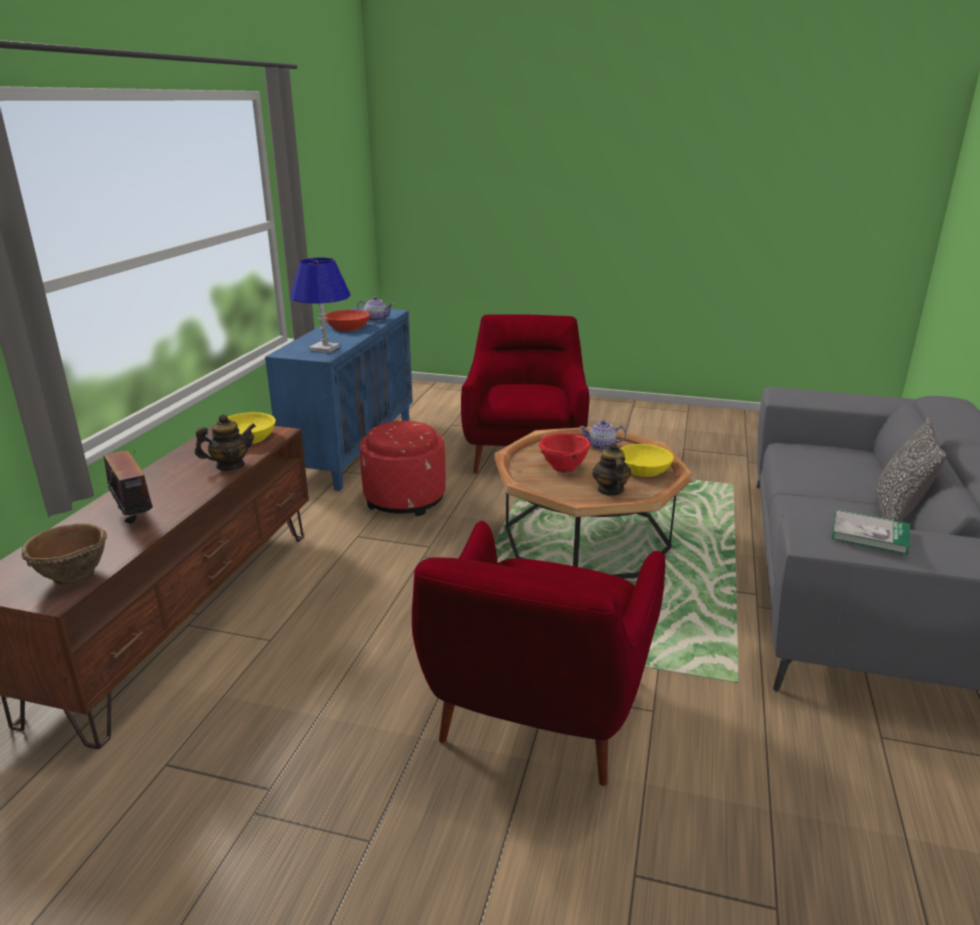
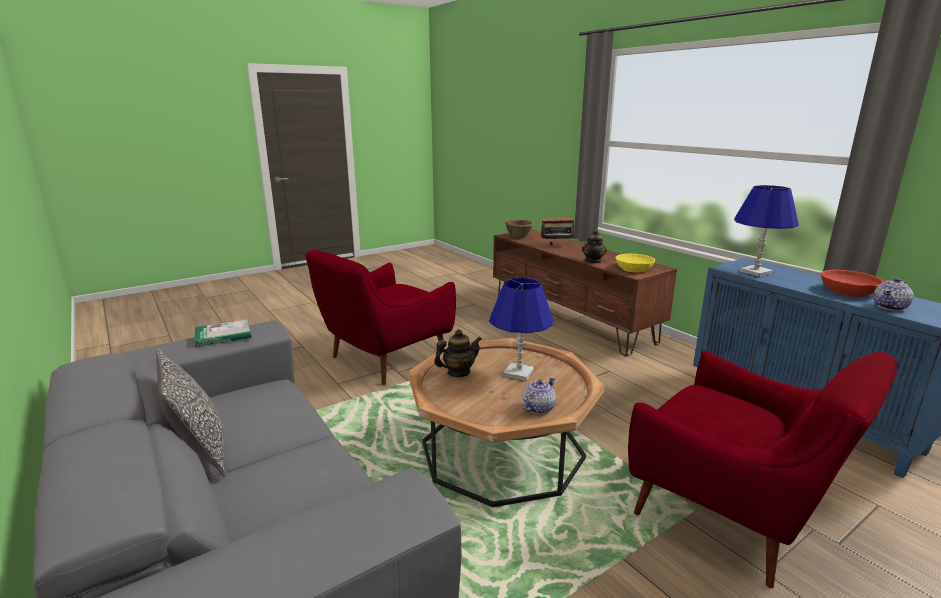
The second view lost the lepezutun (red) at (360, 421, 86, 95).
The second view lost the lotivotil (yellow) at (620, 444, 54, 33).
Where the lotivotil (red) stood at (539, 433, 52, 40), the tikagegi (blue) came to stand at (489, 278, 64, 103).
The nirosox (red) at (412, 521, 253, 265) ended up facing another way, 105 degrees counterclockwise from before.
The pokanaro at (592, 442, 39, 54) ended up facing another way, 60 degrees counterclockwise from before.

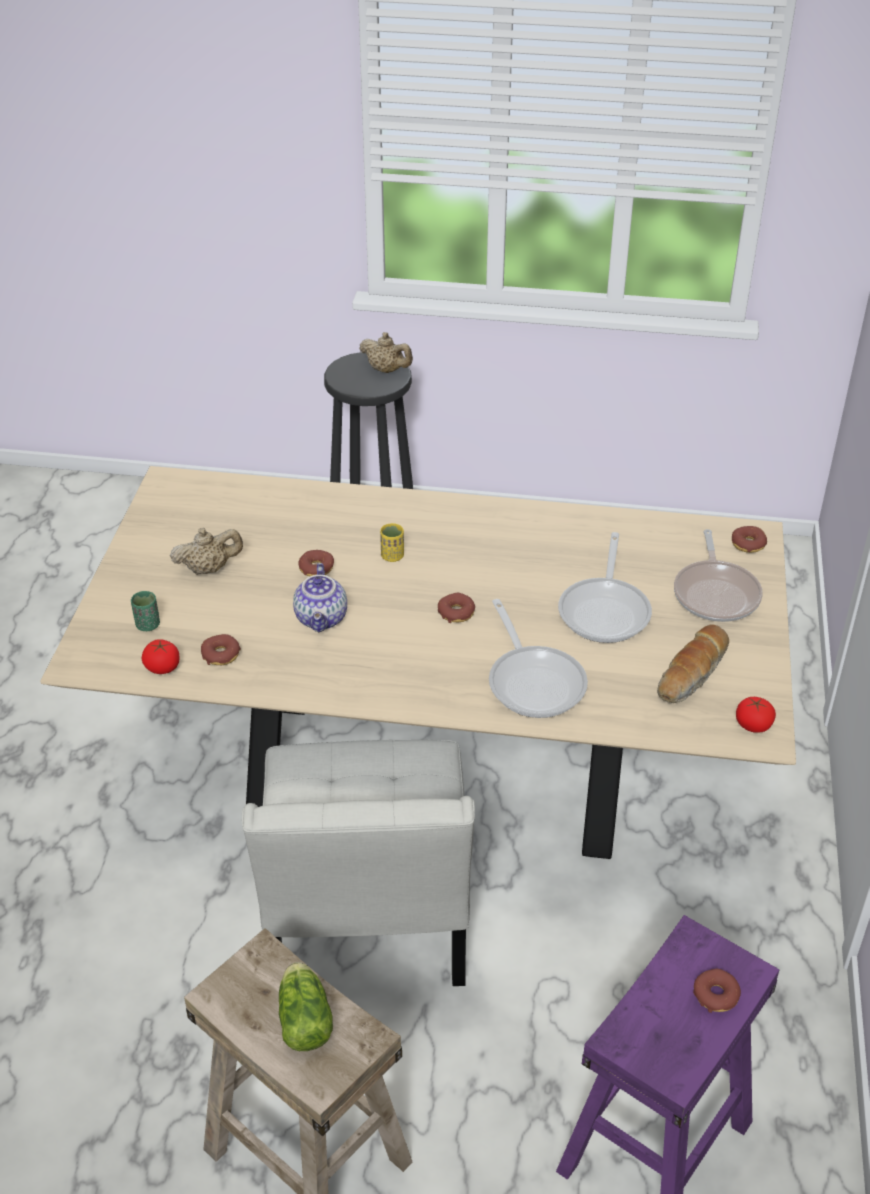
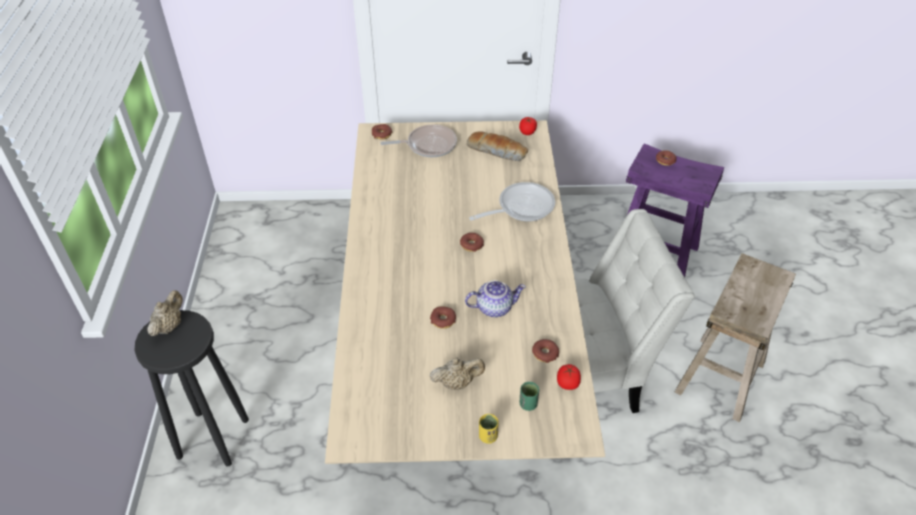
The second view lost the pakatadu at (279, 962, 54, 89).
The second view lost the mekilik at (558, 532, 94, 111).
The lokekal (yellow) ended up elsewhere, having gone from (380, 523, 24, 39) to (479, 414, 20, 30).
The pokanaro (beige) at (170, 528, 73, 47) ended up facing another way, 105 degrees clockwise from before.

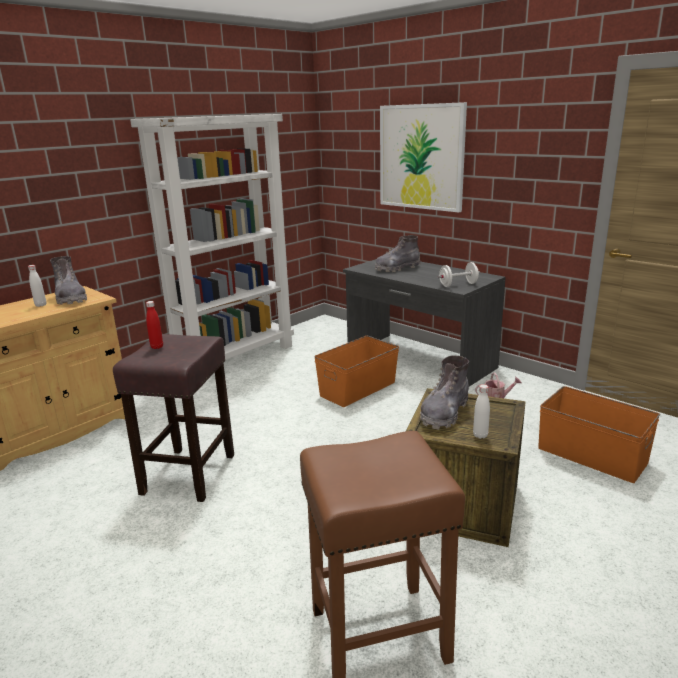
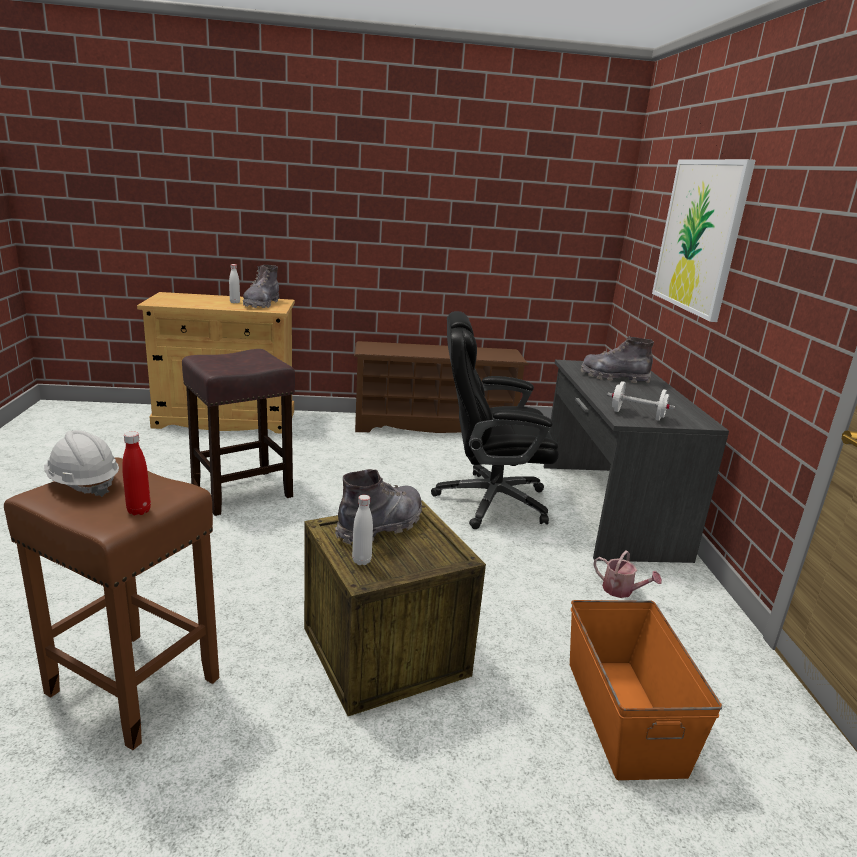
The second view gained the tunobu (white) at (44, 430, 75, 67).
The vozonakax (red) ended up elsewhere, having gone from (146, 301, 17, 48) to (122, 432, 29, 83).
Where the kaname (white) stood at (130, 114, 164, 246), the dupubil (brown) came to stand at (354, 341, 175, 92).
Where the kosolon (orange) stood at (314, 336, 85, 71), the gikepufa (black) came to stand at (431, 311, 128, 218).
The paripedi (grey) at (420, 355, 49, 74) ended up facing another way, 150 degrees clockwise from before.

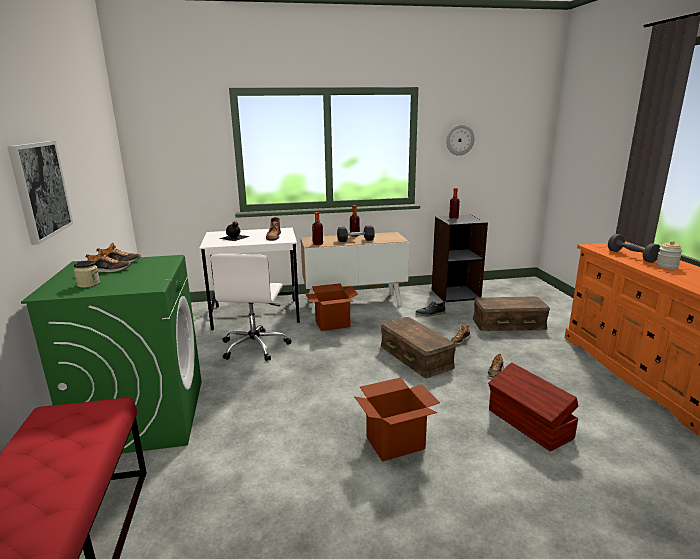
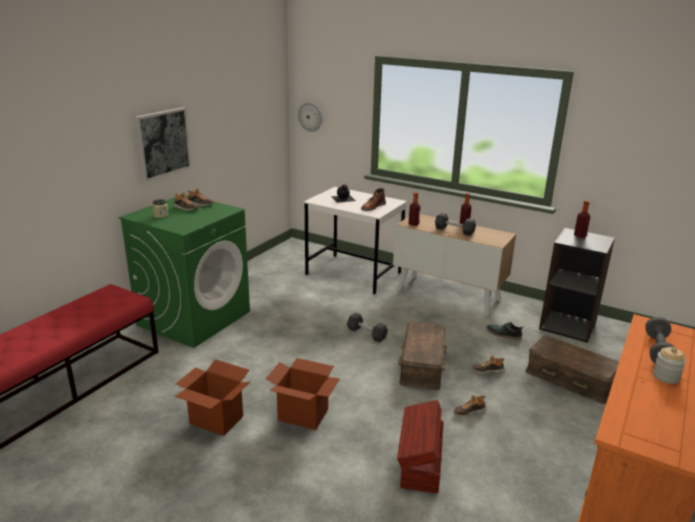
The second view lost the gikepufa (white) at (210, 254, 81, 107).
The second view gained the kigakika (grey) at (347, 312, 41, 31).
The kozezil ended up elsewhere, having gone from (306, 283, 52, 48) to (175, 359, 75, 77).
The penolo ended up elsewhere, having gone from (446, 125, 28, 31) to (298, 102, 25, 30).

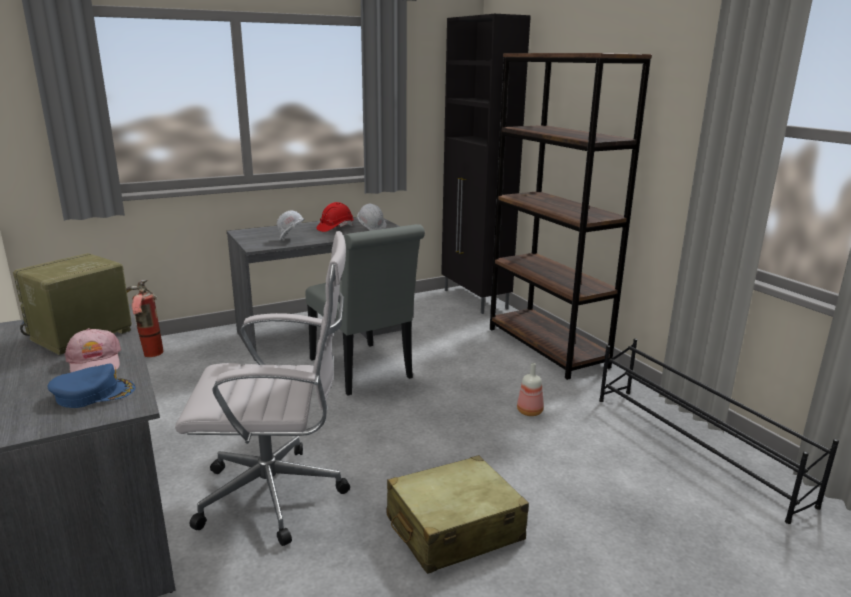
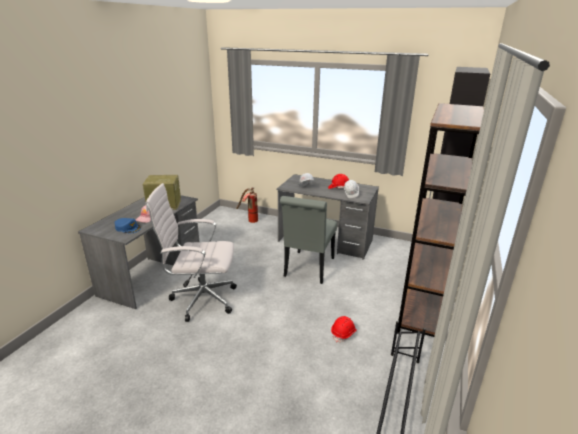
The second view lost the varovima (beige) at (387, 455, 142, 119).
Where the vozonakax stood at (517, 363, 27, 53), the tunobu (red) came to stand at (331, 316, 26, 26).
The gikepufa (white) at (175, 231, 175, 315) ended up facing another way, 135 degrees clockwise from before.

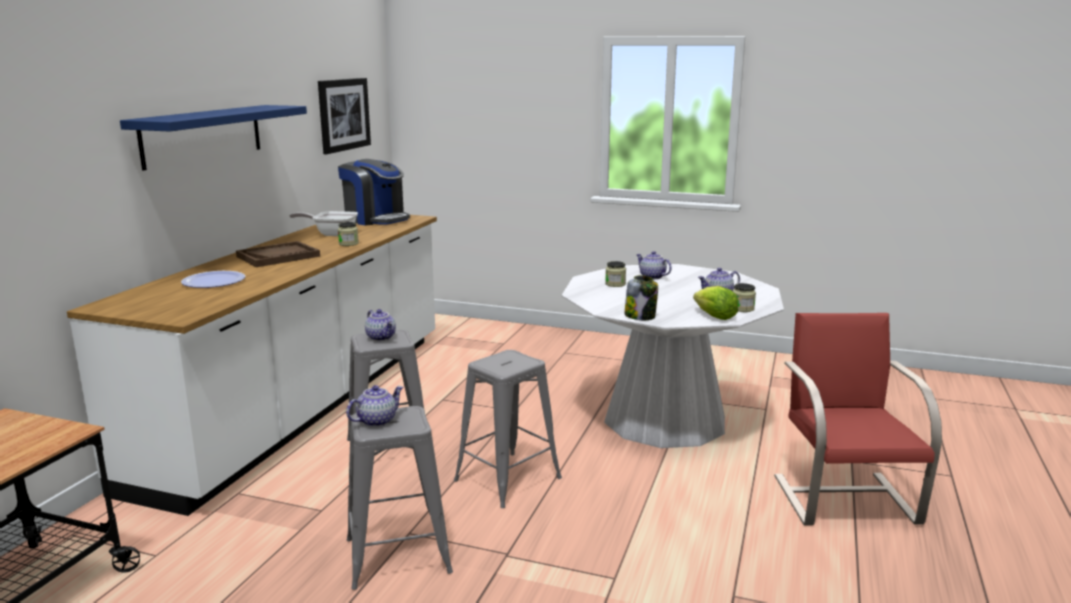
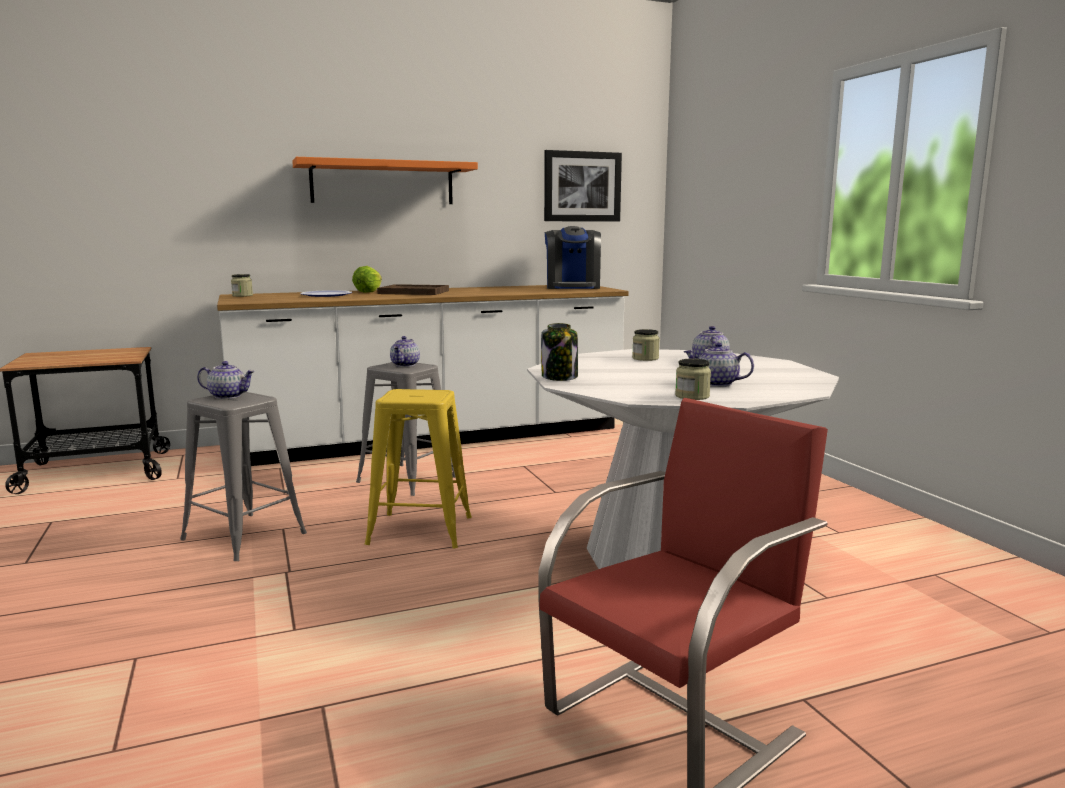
The second view lost the mekilik at (290, 211, 68, 25).
The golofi ended up elsewhere, having gone from (338, 222, 21, 24) to (231, 274, 22, 23).
The pakatadu ended up elsewhere, having gone from (693, 286, 45, 34) to (352, 266, 30, 27).
What was the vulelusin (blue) at (120, 105, 187, 65) turned into the vulelusin (orange) at (292, 157, 186, 47).
What was the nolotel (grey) at (454, 350, 108, 158) turned into the nolotel (yellow) at (365, 389, 107, 160).

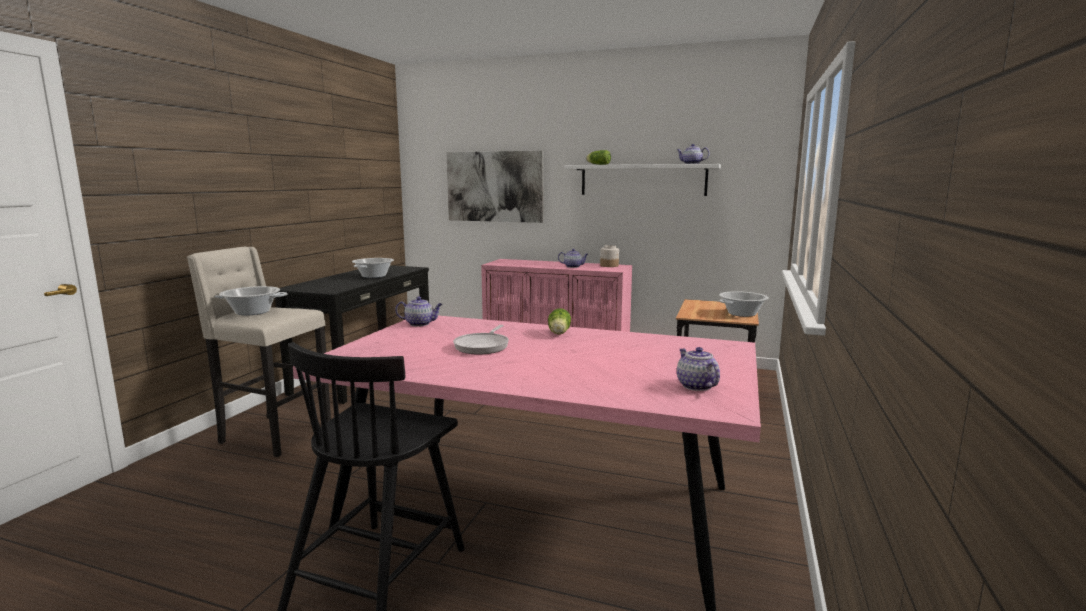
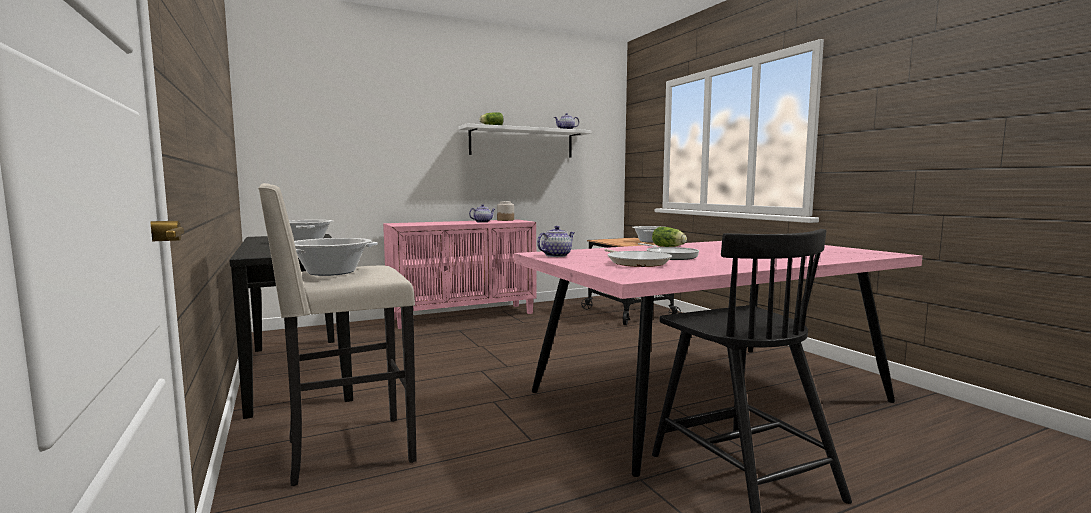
The second view lost the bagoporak at (446, 151, 97, 72).
The second view lost the pokanaro at (677, 347, 43, 44).
The second view gained the mekilik at (604, 249, 68, 18).

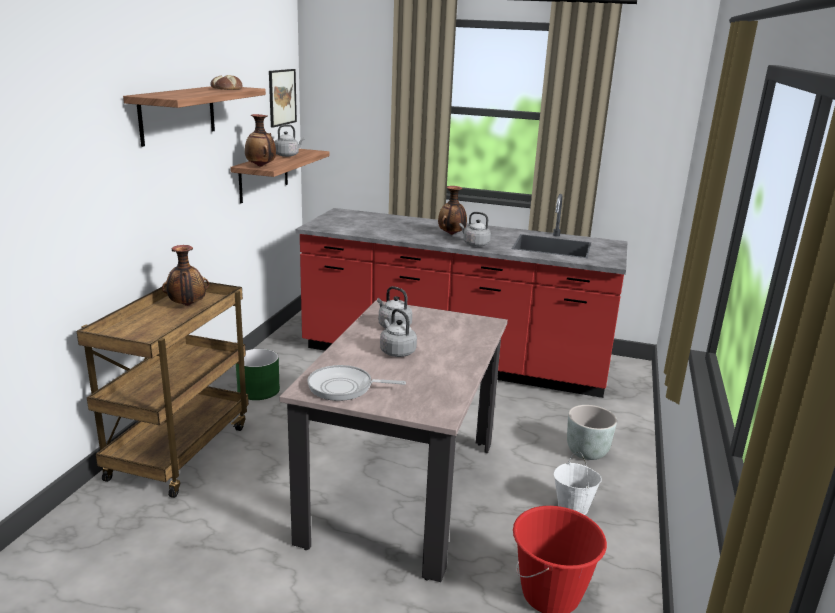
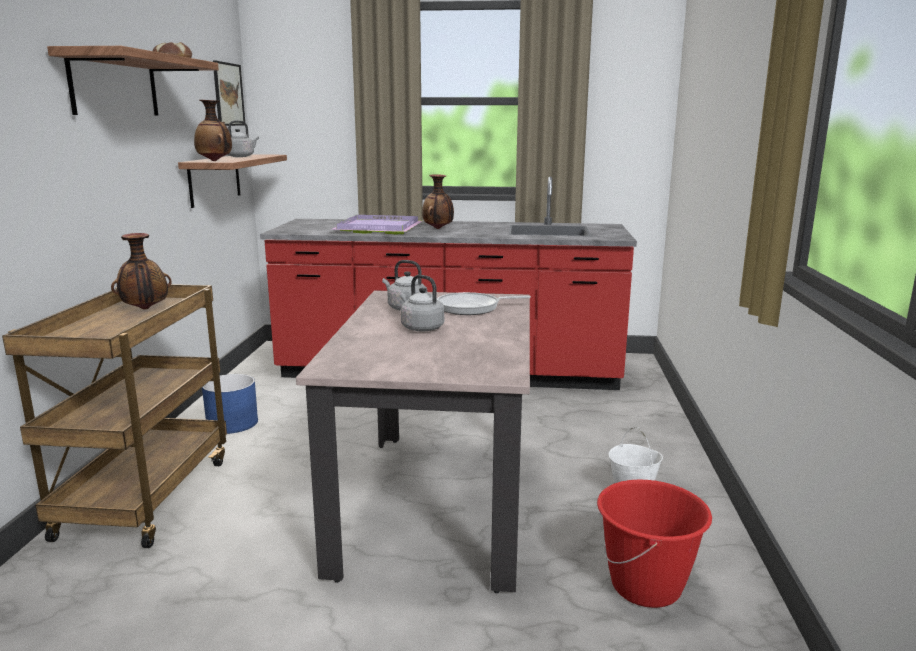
The second view lost the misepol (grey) at (459, 212, 32, 35).
The second view lost the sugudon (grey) at (567, 405, 50, 55).
The second view gained the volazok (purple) at (330, 215, 92, 19).
The mekilik ended up elsewhere, having gone from (307, 365, 99, 36) to (437, 292, 94, 23).
What was the sugudon (green) at (236, 349, 44, 51) turned into the sugudon (blue) at (202, 374, 56, 60).

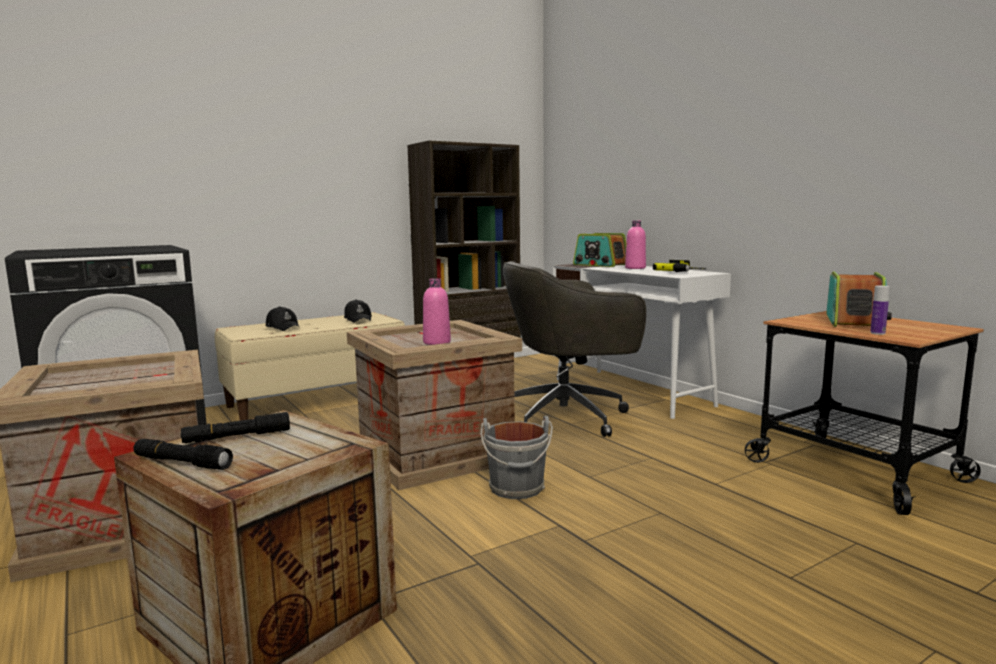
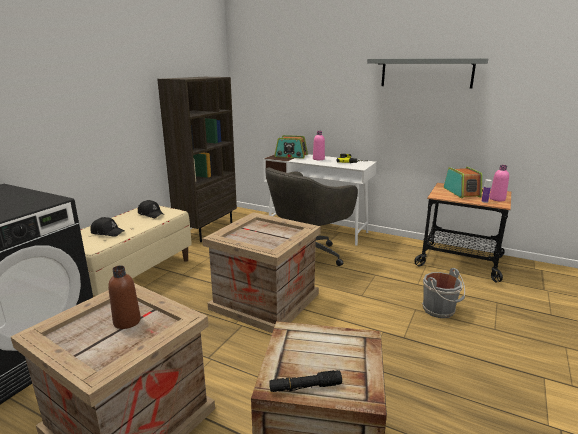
The second view lost the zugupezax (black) at (181, 412, 109, 31).
The second view gained the vozonakax (brown) at (108, 266, 33, 63).
The second view gained the vulelusin (grey) at (367, 58, 121, 31).
The vozonakax (pink) ended up elsewhere, having gone from (423, 278, 28, 67) to (489, 165, 20, 36).
The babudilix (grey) ended up elsewhere, having gone from (480, 416, 73, 83) to (422, 268, 43, 50).

